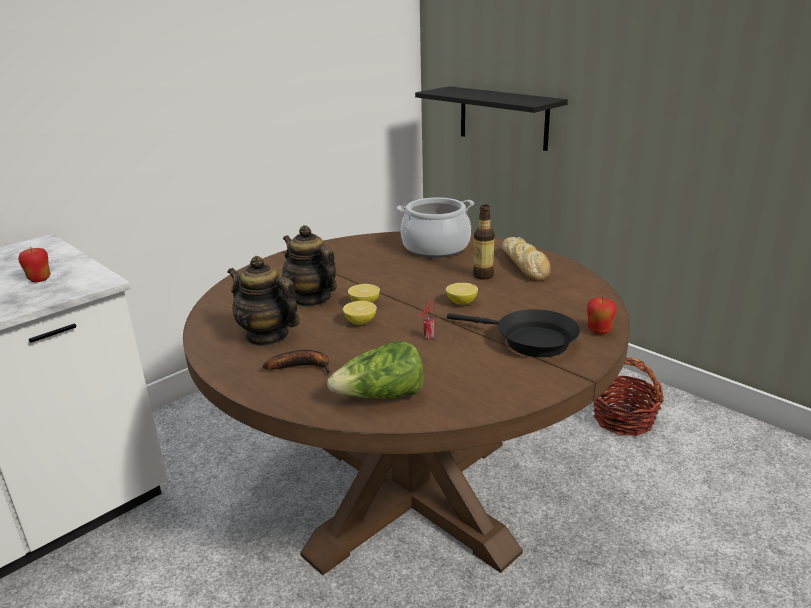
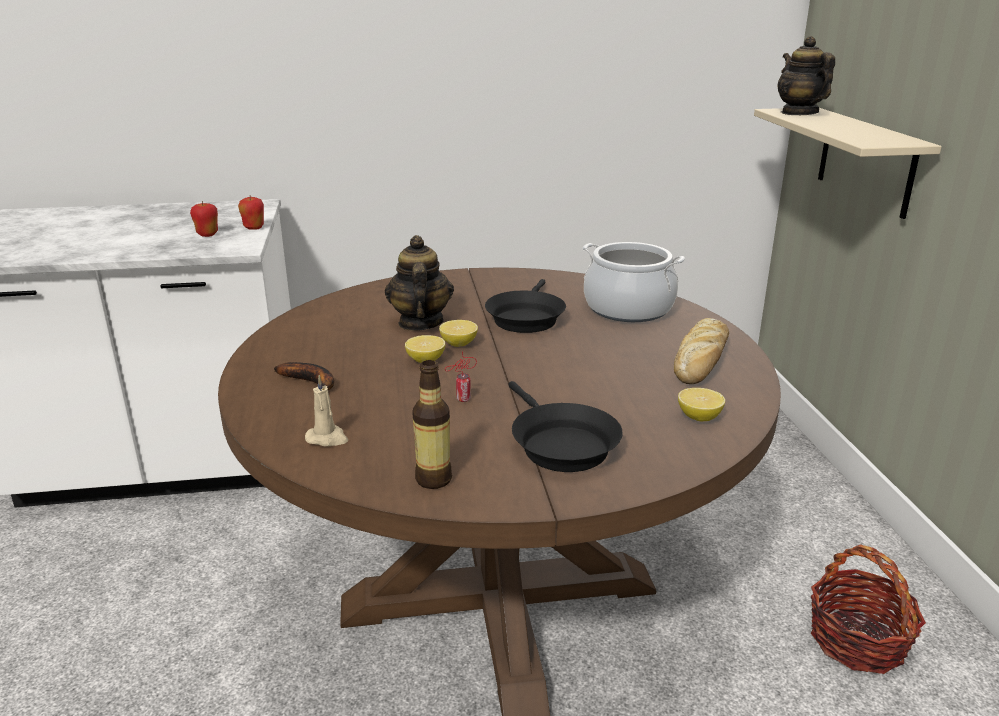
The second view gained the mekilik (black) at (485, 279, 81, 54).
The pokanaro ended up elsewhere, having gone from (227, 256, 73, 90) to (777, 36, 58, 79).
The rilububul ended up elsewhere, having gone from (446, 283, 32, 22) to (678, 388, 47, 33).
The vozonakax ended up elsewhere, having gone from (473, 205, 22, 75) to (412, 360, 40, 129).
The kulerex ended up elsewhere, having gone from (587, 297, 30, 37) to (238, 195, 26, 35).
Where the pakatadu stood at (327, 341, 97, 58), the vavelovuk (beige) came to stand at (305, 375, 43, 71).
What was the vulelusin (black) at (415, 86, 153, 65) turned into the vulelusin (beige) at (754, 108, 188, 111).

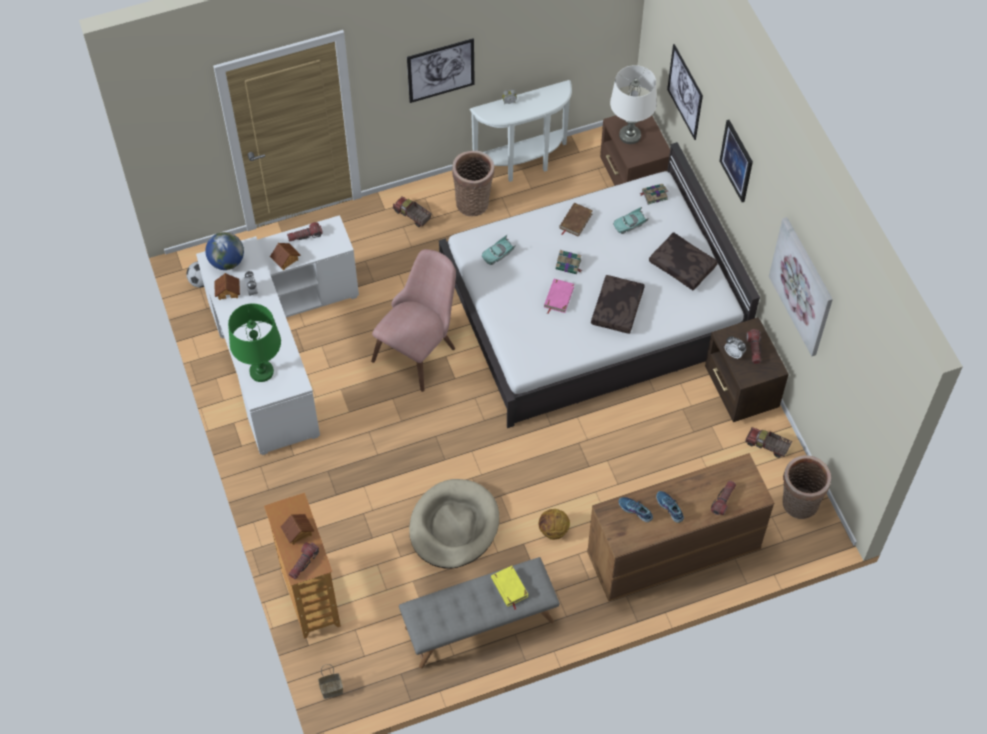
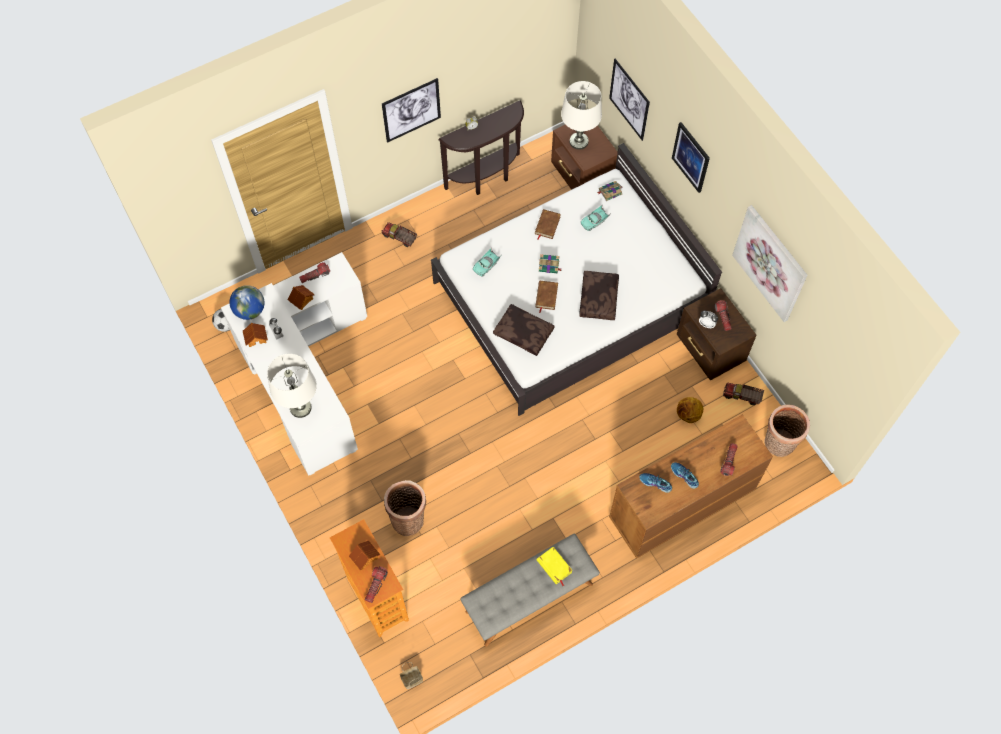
The second view lost the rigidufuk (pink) at (371, 249, 85, 143).
The second view lost the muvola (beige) at (409, 479, 90, 89).
The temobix ended up elsewhere, having gone from (452, 151, 42, 65) to (384, 480, 42, 56).
The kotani ended up elsewhere, having gone from (538, 509, 32, 31) to (677, 397, 26, 26).
The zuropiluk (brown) ended up elsewhere, having gone from (649, 232, 69, 59) to (493, 304, 62, 52).
What was the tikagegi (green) at (228, 304, 53, 78) turned into the tikagegi (white) at (267, 354, 50, 64).
What was the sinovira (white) at (470, 80, 102, 102) turned into the sinovira (brown) at (438, 100, 86, 95).
What was the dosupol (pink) at (544, 279, 30, 35) turned into the dosupol (brown) at (535, 281, 23, 32).

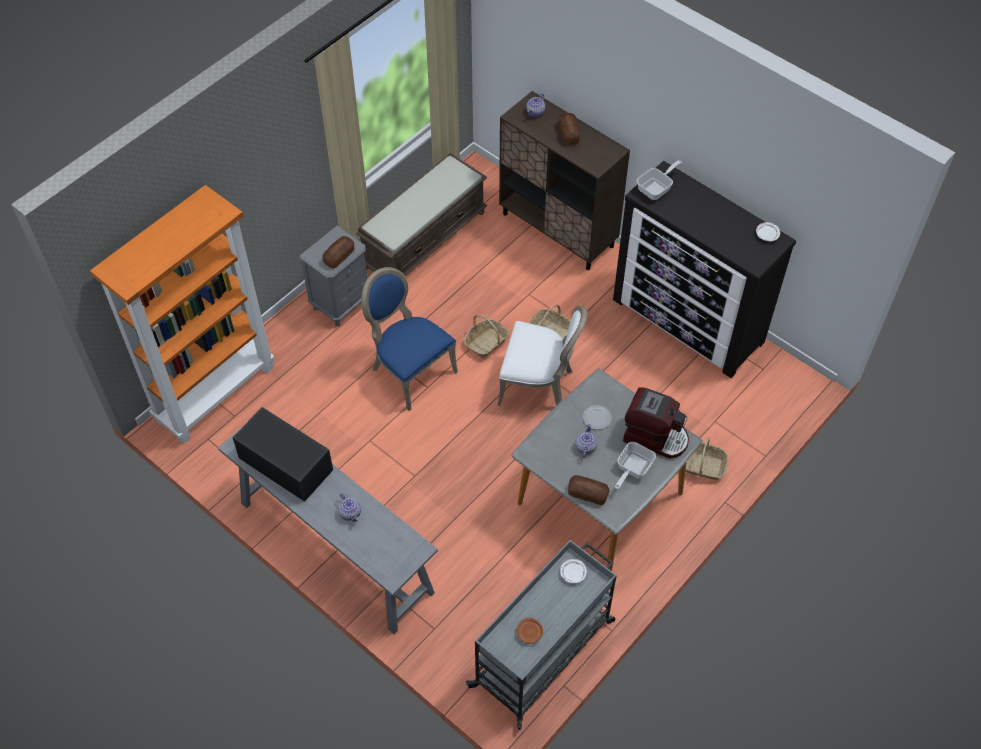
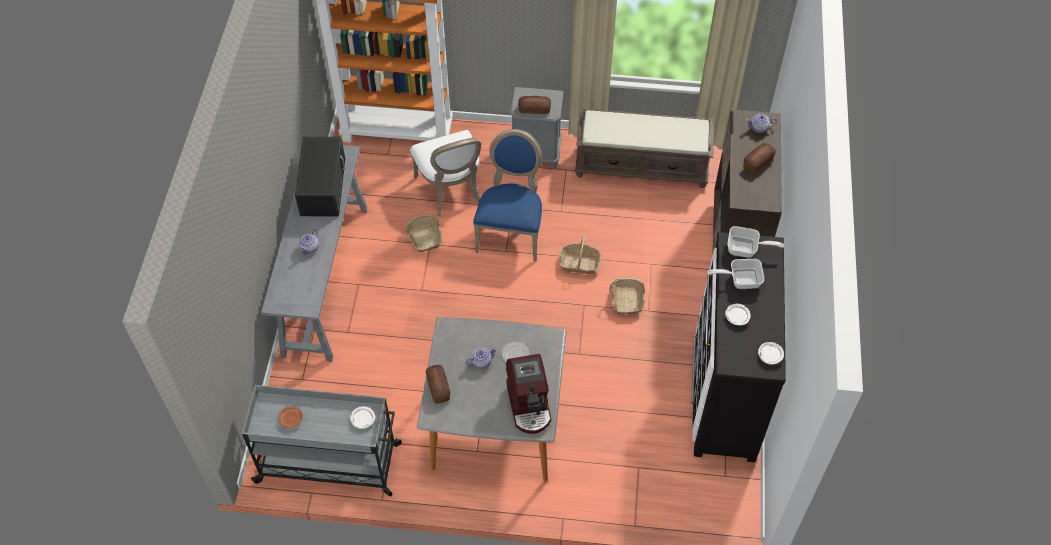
The second view gained the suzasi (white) at (725, 304, 26, 22).
The rigidufuk (white) ended up elsewhere, having gone from (498, 306, 90, 100) to (410, 130, 71, 86).
The mekilik ended up elsewhere, having gone from (615, 442, 41, 47) to (707, 259, 58, 30).
The temobix ended up elsewhere, having gone from (685, 437, 43, 43) to (406, 215, 36, 37).

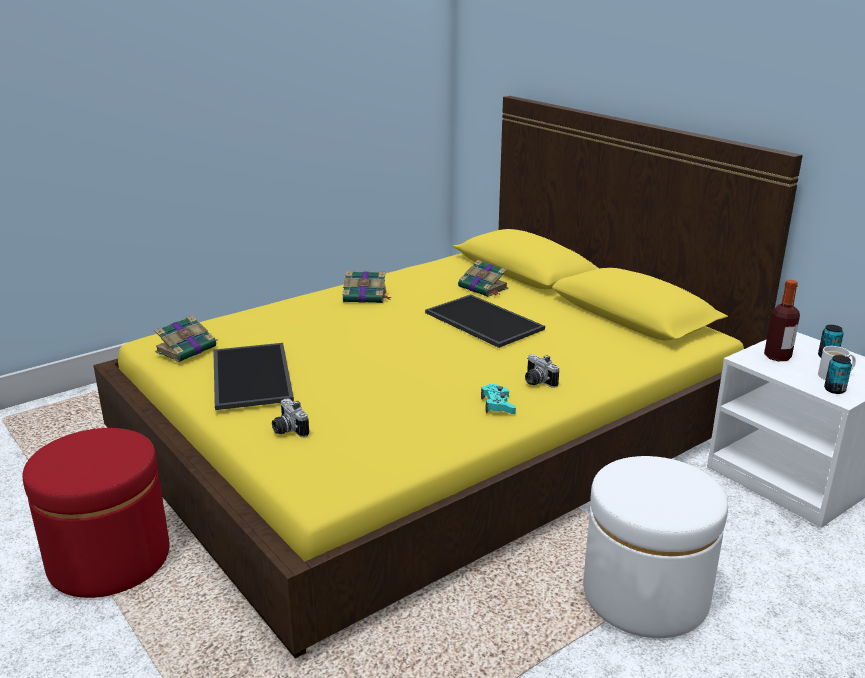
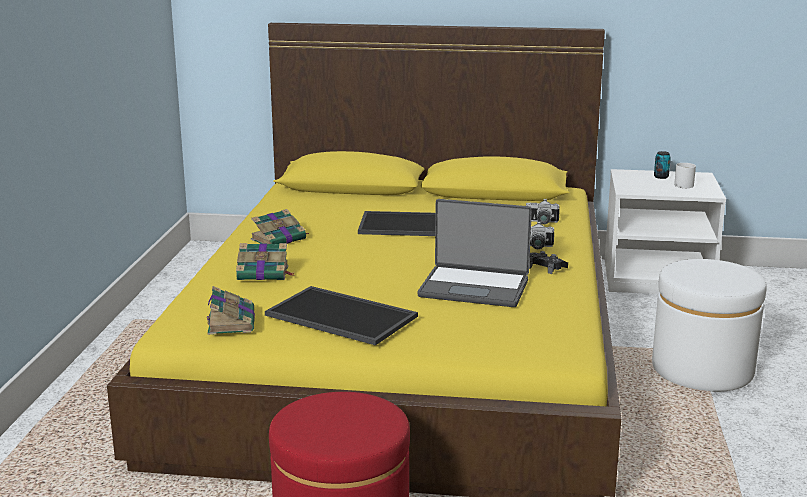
The second view lost the vozonakax at (764, 280, 36, 81).
The second view lost the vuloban at (824, 355, 28, 39).
The second view gained the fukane at (417, 199, 115, 108).
The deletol ended up elsewhere, having gone from (272, 398, 37, 39) to (526, 199, 34, 26).
The dosupol ended up elsewhere, having gone from (458, 260, 50, 37) to (236, 243, 58, 37).
What was the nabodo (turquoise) at (481, 384, 35, 30) turned into the nabodo (black) at (529, 251, 39, 23).

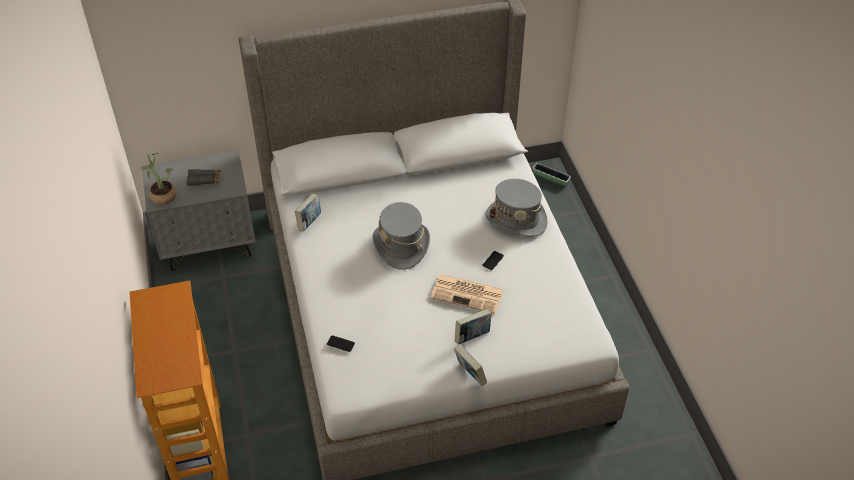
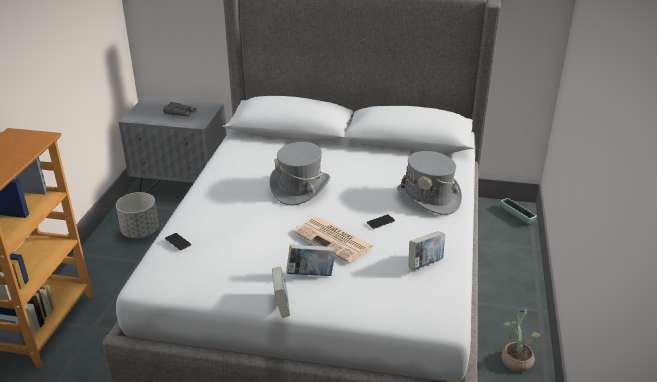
The second view gained the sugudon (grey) at (116, 192, 43, 46).
The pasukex ended up elsewhere, having gone from (141, 151, 36, 54) to (501, 308, 40, 64).
The dosupol ended up elsewhere, having gone from (295, 194, 26, 37) to (409, 231, 36, 39).

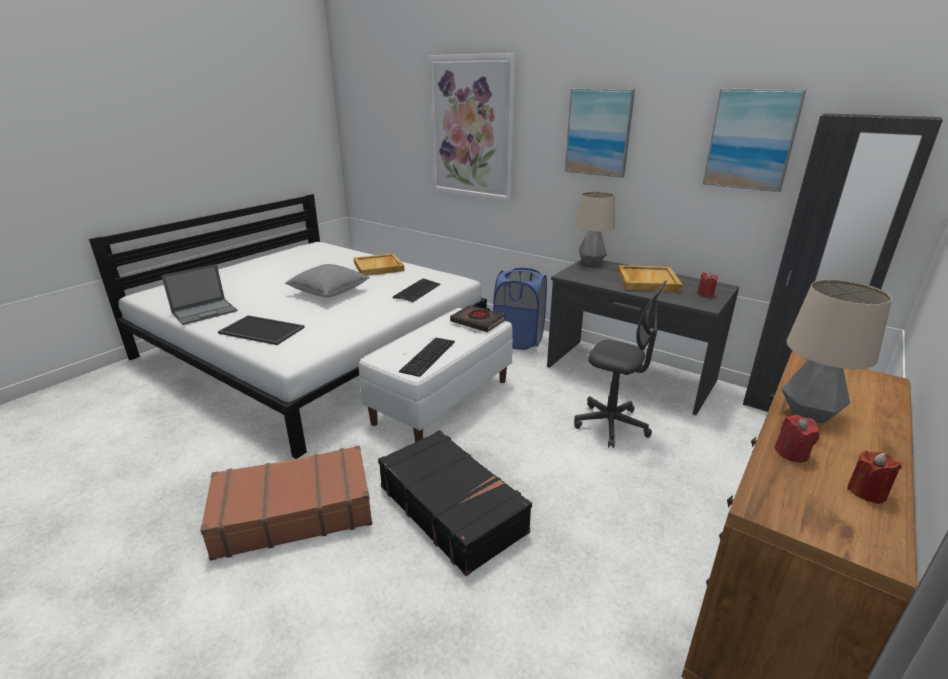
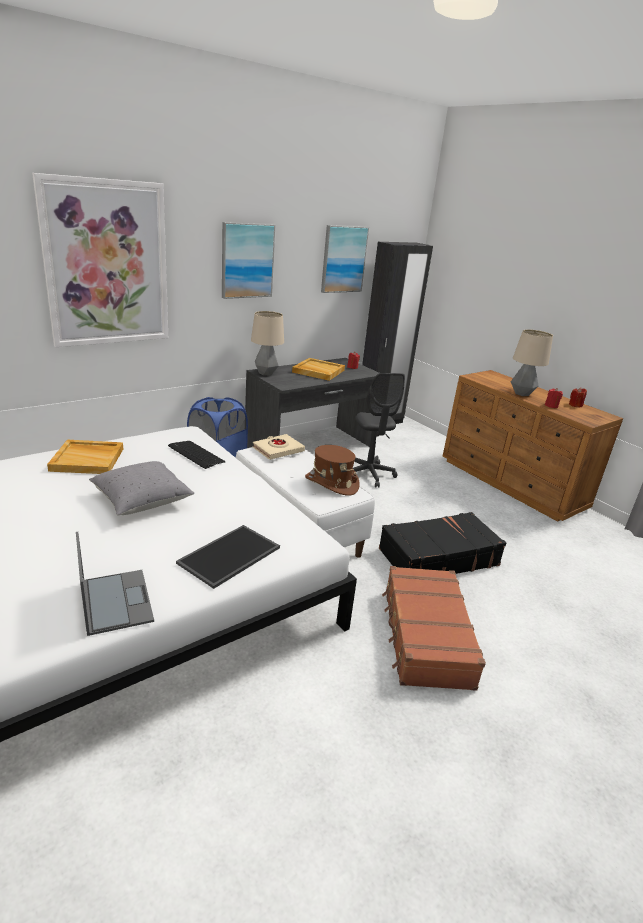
Where the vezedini stood at (399, 338, 56, 39), the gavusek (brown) came to stand at (305, 445, 55, 51).
What was the dosupol (black) at (450, 305, 56, 27) turned into the dosupol (beige) at (252, 434, 53, 26).
The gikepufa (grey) at (574, 280, 93, 168) ended up facing another way, 120 degrees clockwise from before.

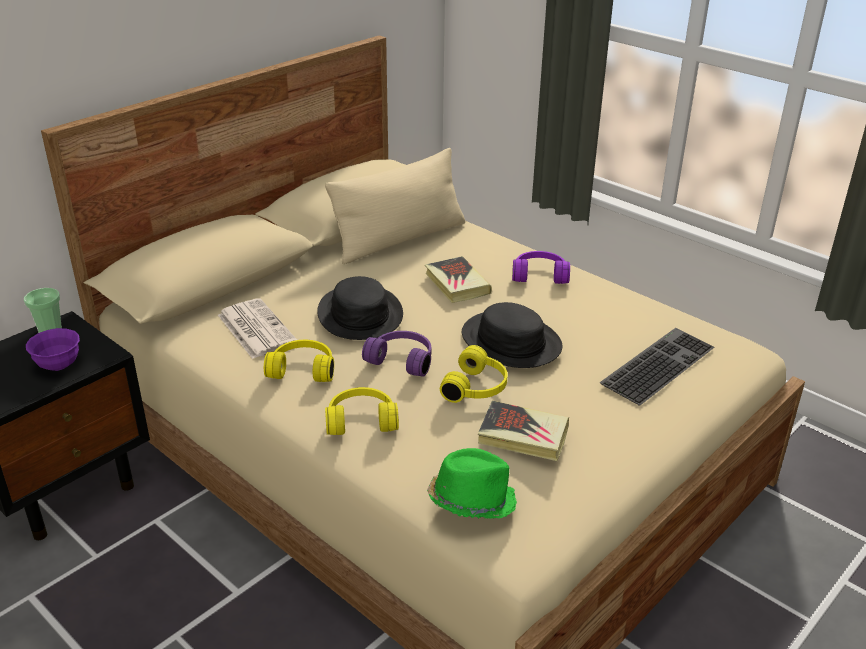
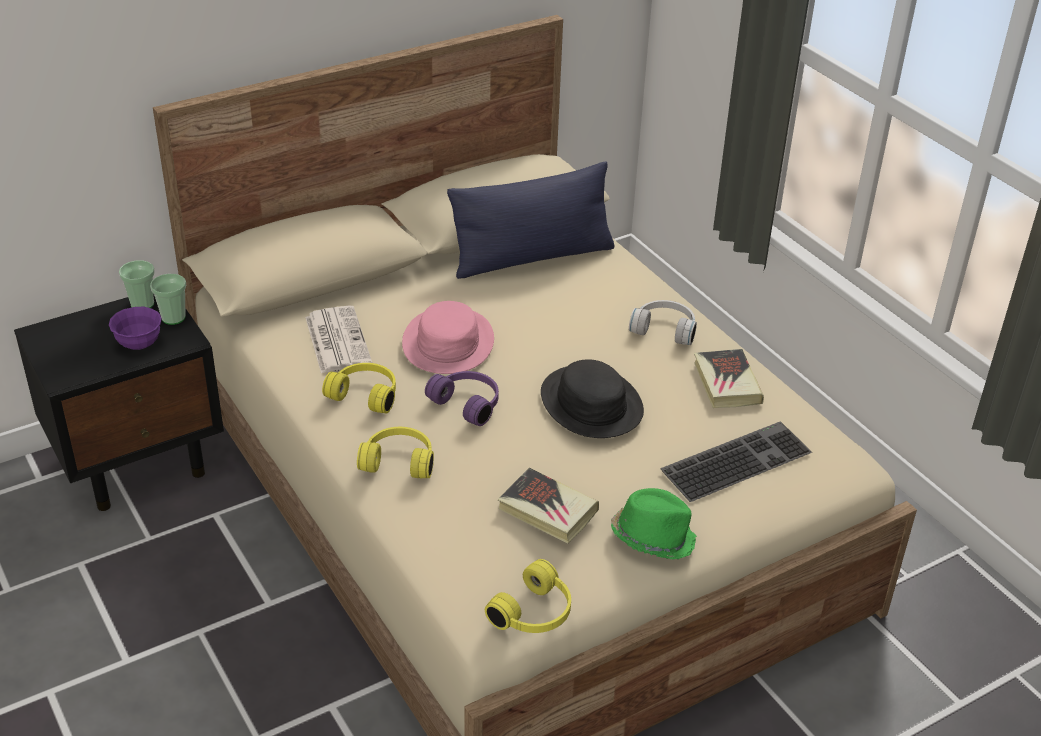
The second view gained the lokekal at (150, 274, 37, 51).
The dosupol ended up elsewhere, having gone from (425, 256, 67, 47) to (694, 349, 70, 59).
The gavusek (green) ended up elsewhere, having gone from (427, 448, 90, 71) to (611, 488, 86, 72).
The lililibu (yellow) ended up elsewhere, having gone from (440, 345, 68, 58) to (485, 559, 86, 74).
What was the gavusek (black) at (317, 276, 86, 64) turned into the gavusek (pink) at (402, 301, 92, 73).
What was the zuropiluk (beige) at (325, 148, 140, 116) turned into the zuropiluk (blue) at (447, 161, 168, 118).
What was the lililibu (purple) at (512, 251, 58, 33) turned into the lililibu (white) at (629, 300, 68, 45).

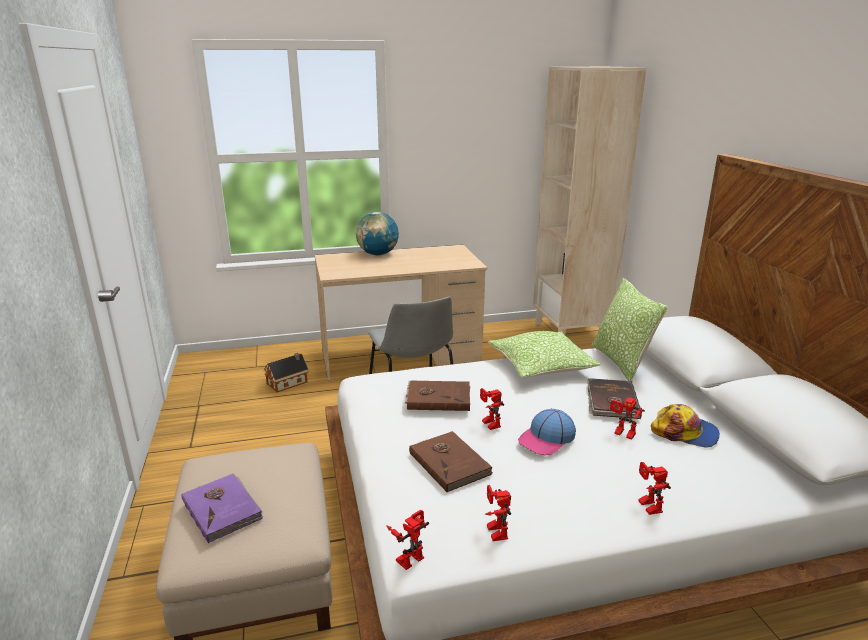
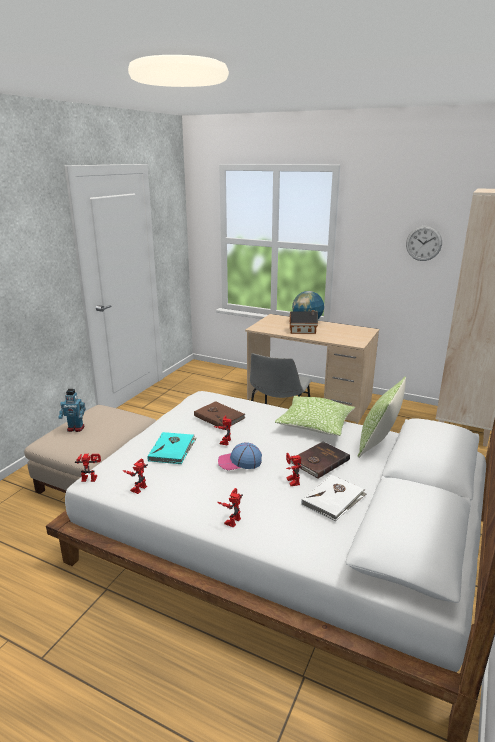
The second view gained the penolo at (406, 226, 36, 35).
The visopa ended up elsewhere, having gone from (264, 353, 44, 40) to (289, 310, 29, 24).
Where the dosupol (purple) stood at (181, 473, 82, 70), the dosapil came to stand at (58, 389, 27, 43).
Where the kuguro stood at (651, 404, 69, 44), the dosupol (white) came to stand at (301, 475, 66, 47).
What was the dosupol (brown) at (409, 431, 84, 61) turned into the dosupol (turquoise) at (147, 432, 50, 32).

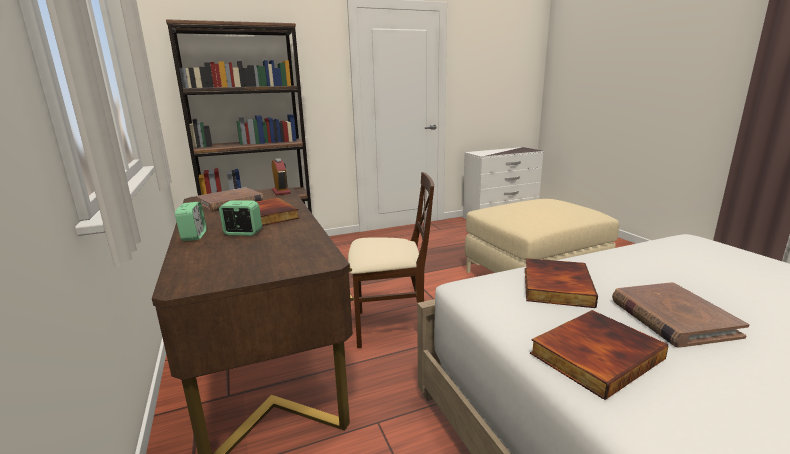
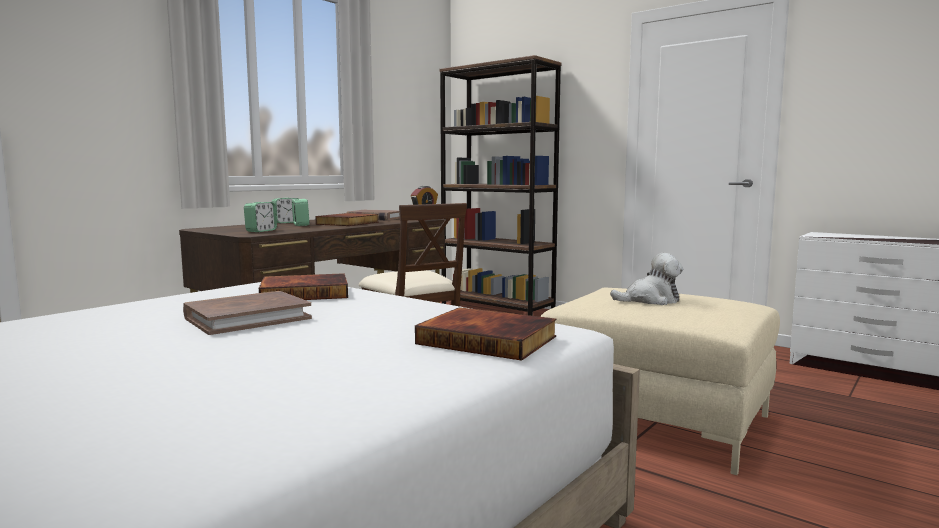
The second view gained the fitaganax at (244, 202, 33, 30).
The second view gained the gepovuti at (610, 253, 73, 52).
The dosupol ended up elsewhere, having gone from (530, 310, 138, 90) to (415, 307, 142, 54).

